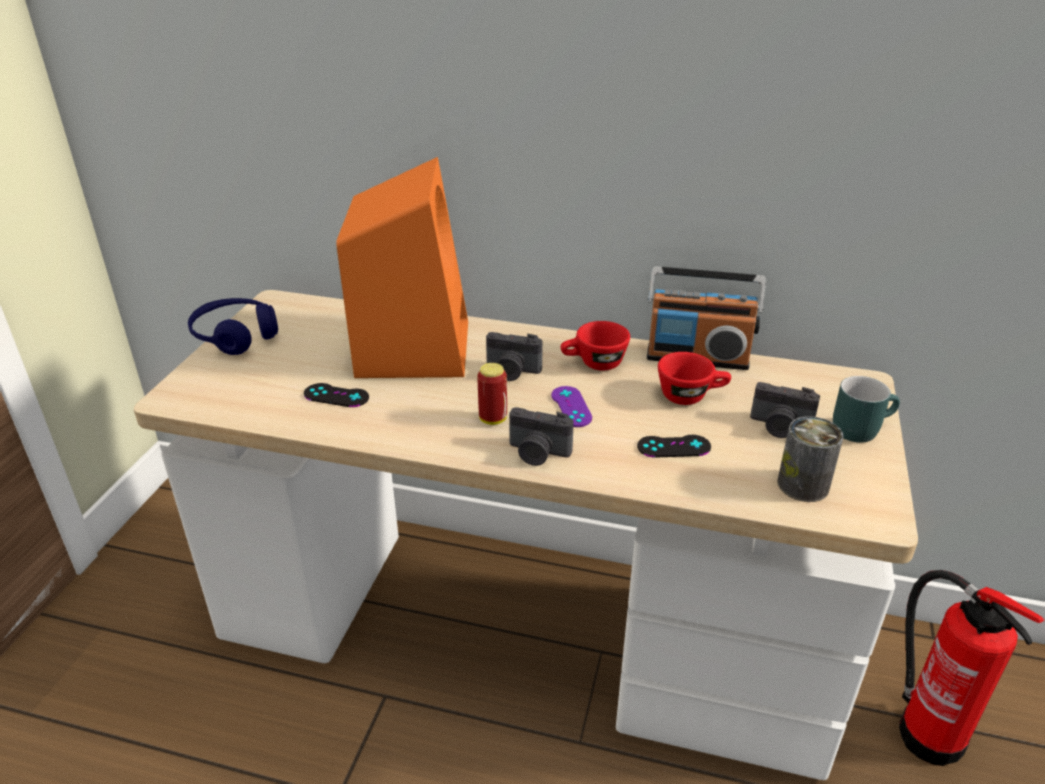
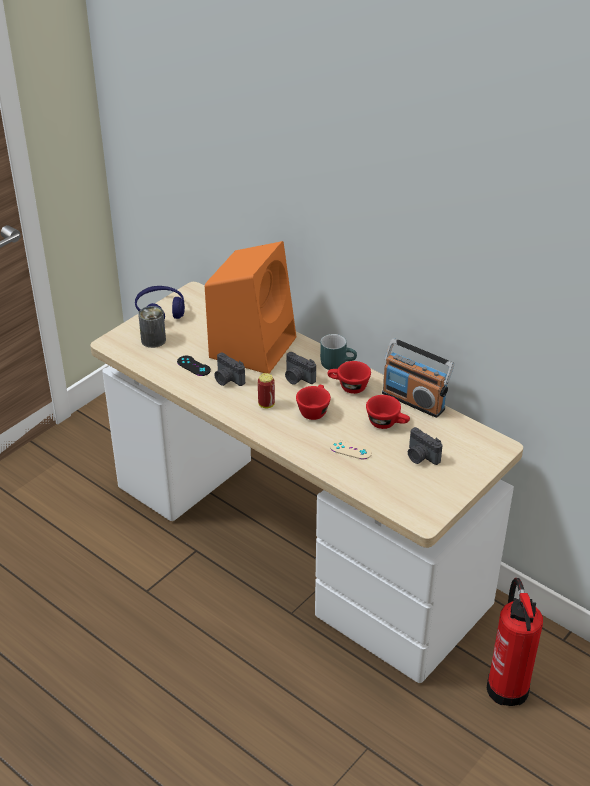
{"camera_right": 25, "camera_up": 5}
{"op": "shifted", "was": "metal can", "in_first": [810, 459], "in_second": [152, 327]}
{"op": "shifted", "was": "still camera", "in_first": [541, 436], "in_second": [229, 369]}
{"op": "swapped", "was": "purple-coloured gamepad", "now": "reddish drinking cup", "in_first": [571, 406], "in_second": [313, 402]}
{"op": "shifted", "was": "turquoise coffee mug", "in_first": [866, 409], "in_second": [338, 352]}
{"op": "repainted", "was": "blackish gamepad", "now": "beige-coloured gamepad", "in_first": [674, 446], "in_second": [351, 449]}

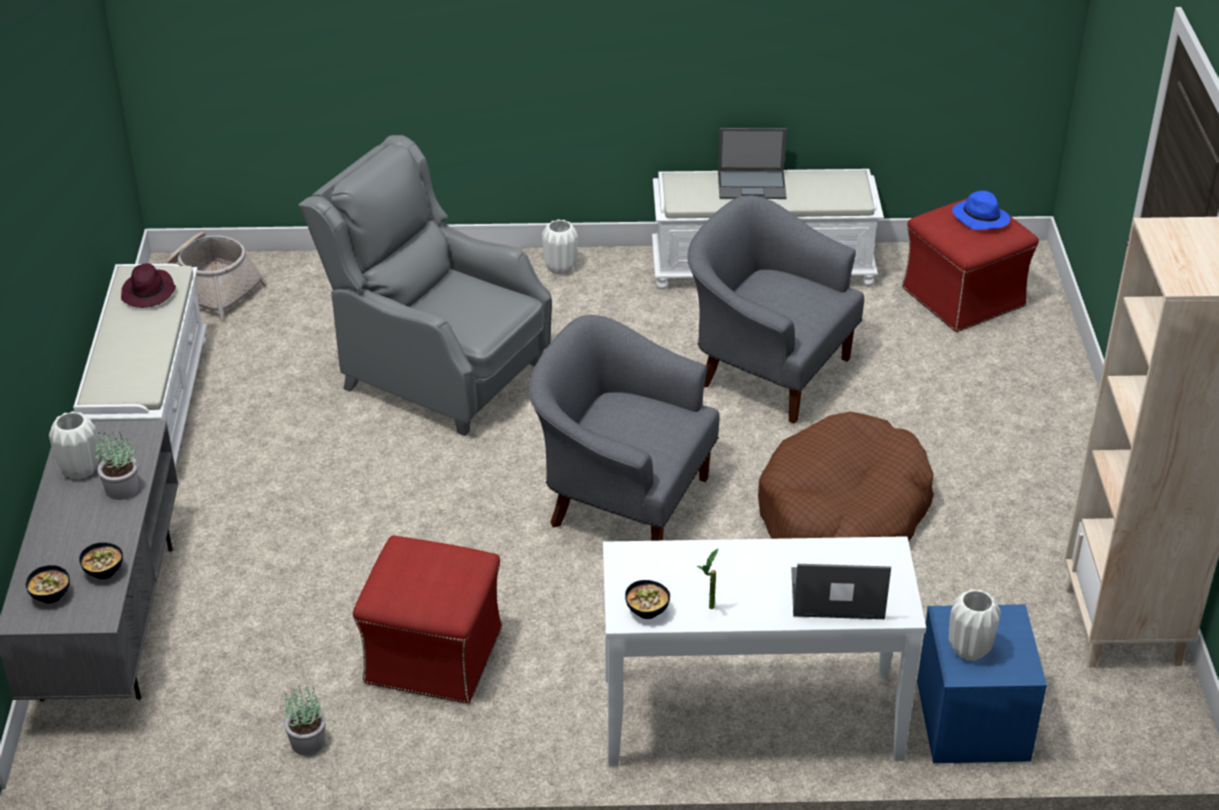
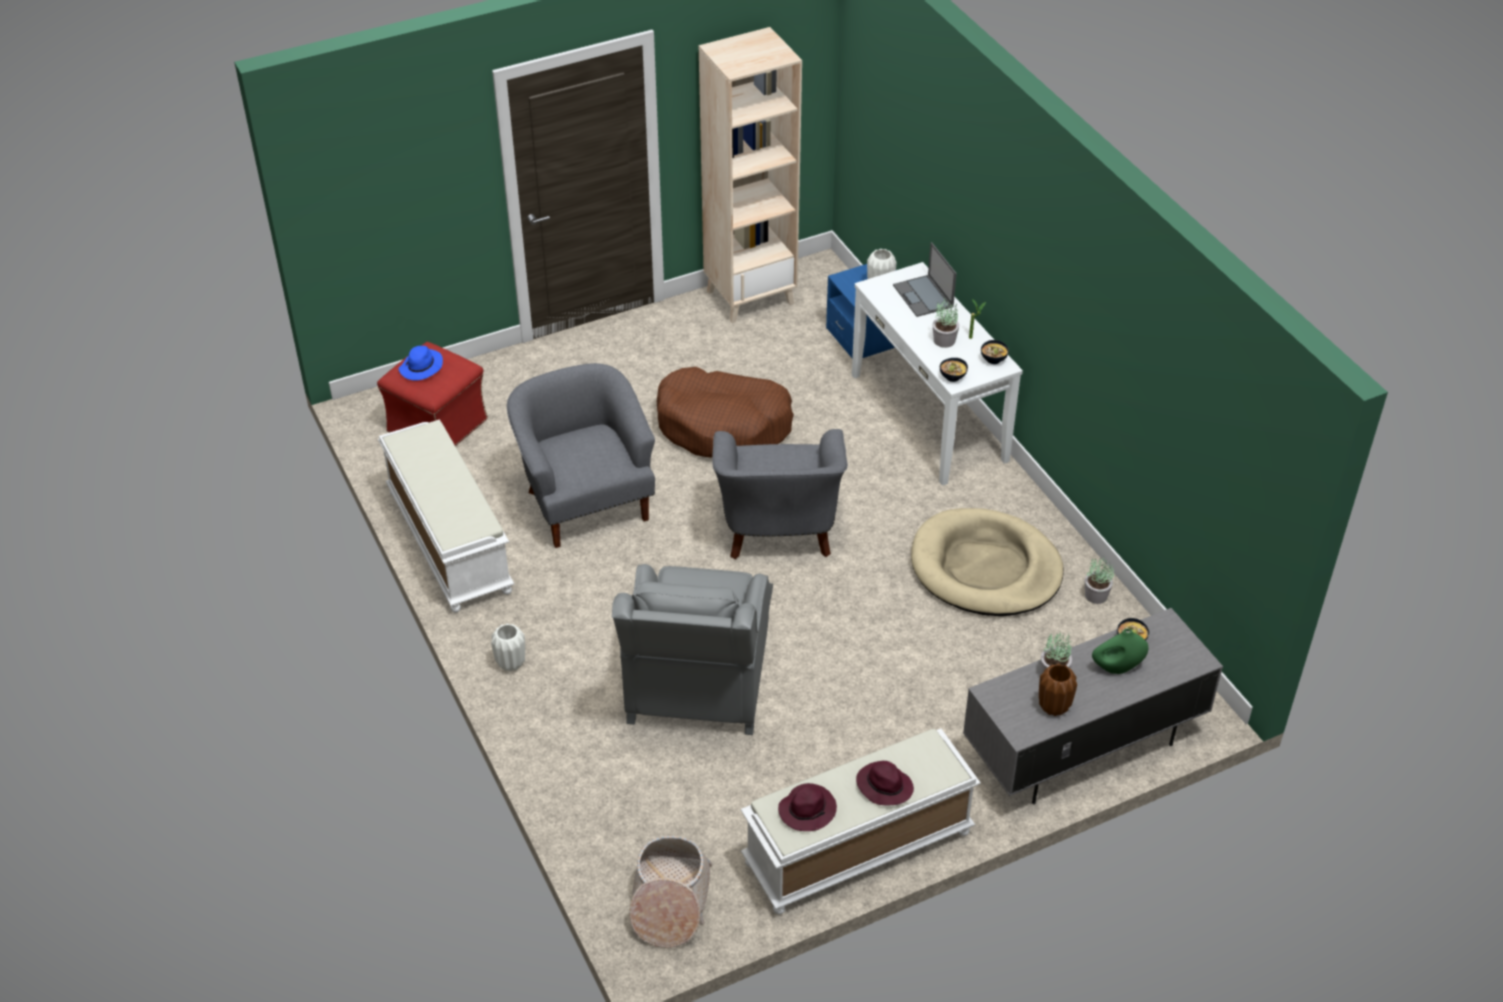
{"camera_right": -115, "camera_up": 5}
{"op": "rotated", "was": "grey lounge chair", "in_first": [775, 309], "in_second": [581, 455], "clockwise": 150}
{"op": "new", "now": "purple-coloured clothing hat", "in_second": [885, 783]}
{"op": "swapped", "was": "reddish footrest", "now": "beige-coloured pet bed", "in_first": [427, 619], "in_second": [987, 562]}
{"op": "new", "now": "potted plant", "in_second": [946, 322]}
{"op": "shifted", "was": "serving bowl", "in_first": [48, 584], "in_second": [954, 370]}
{"op": "repainted", "was": "whitish vase", "now": "brown-coloured vase", "in_first": [74, 445], "in_second": [1058, 690]}
{"op": "new", "now": "greenish vase", "in_second": [1120, 651]}
{"op": "gone", "was": "portable computer", "in_first": [752, 163]}

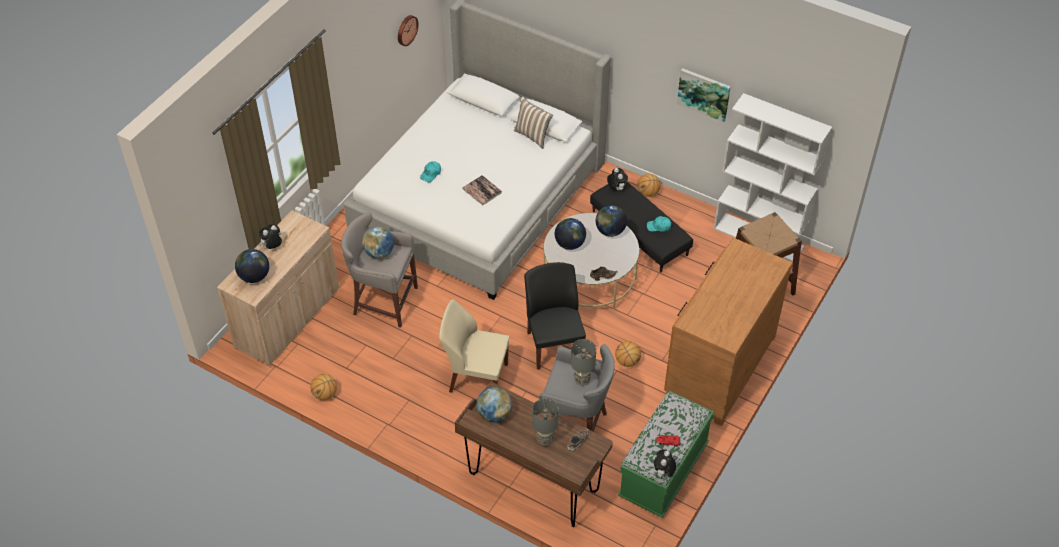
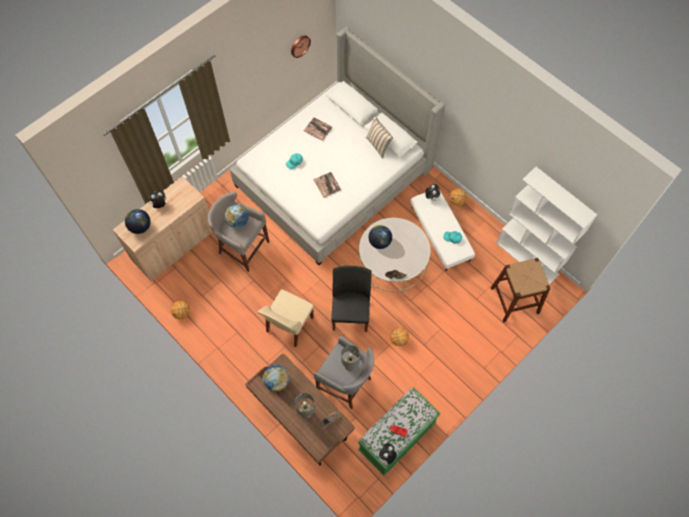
{"camera_right": 15, "camera_up": 15}
{"op": "rotated", "was": "beige-coloured upright chair", "in_first": [474, 346], "in_second": [285, 318], "clockwise": -90}
{"op": "new", "now": "book", "in_second": [318, 129]}
{"op": "repainted", "was": "blackish footrest", "now": "whitish footrest", "in_first": [641, 227], "in_second": [443, 230]}
{"op": "gone", "was": "desk globe", "in_first": [611, 221]}
{"op": "gone", "was": "brown-coloured dresser", "in_first": [728, 332]}
{"op": "gone", "was": "picture", "in_first": [704, 95]}

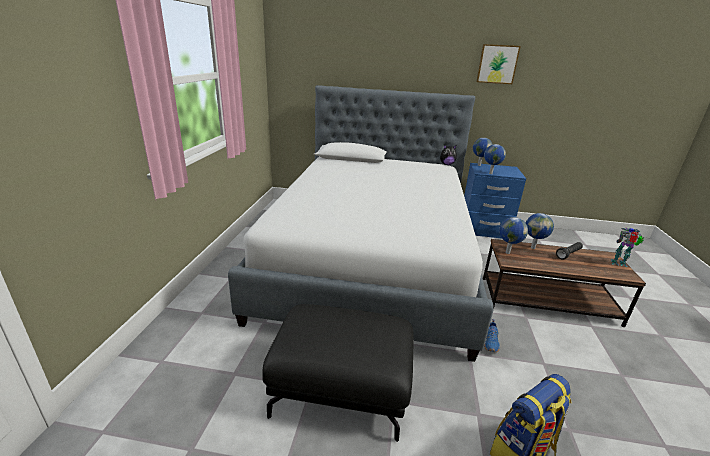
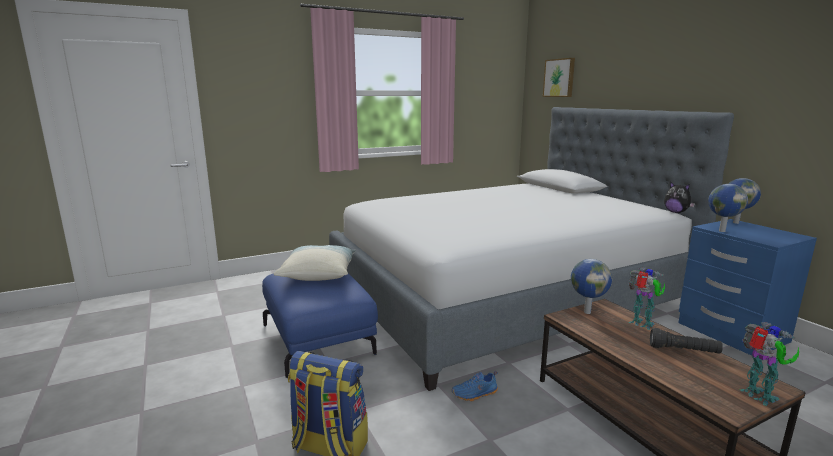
{"camera_right": 55, "camera_up": -10}
{"op": "repainted", "was": "blackish footrest", "now": "blue footrest", "in_first": [338, 373], "in_second": [320, 325]}
{"op": "new", "now": "throw pillow", "in_second": [315, 263]}
{"op": "shifted", "was": "picture", "in_first": [498, 64], "in_second": [559, 77]}
{"op": "swapped", "was": "desk globe", "now": "model robot", "in_first": [540, 231], "in_second": [647, 298]}

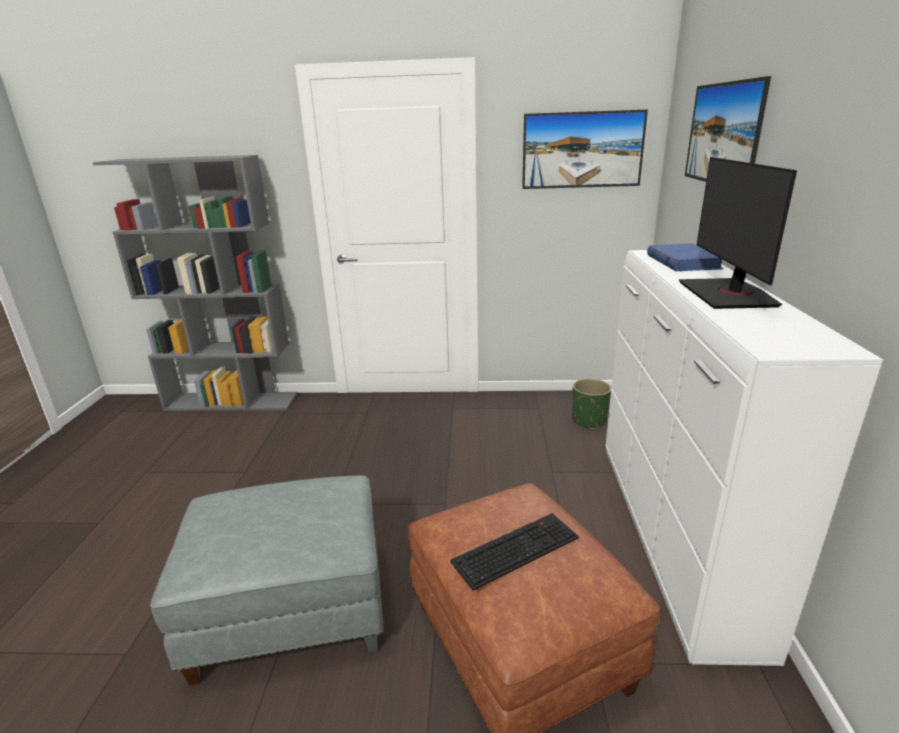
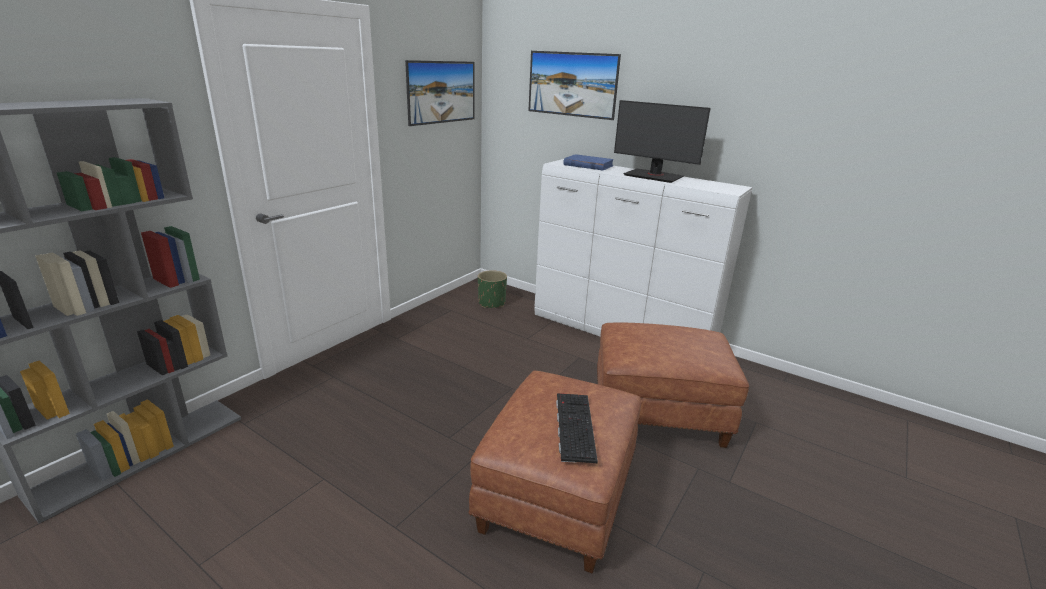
{"camera_right": -60, "camera_up": 0}
{"op": "repainted", "was": "grey footrest", "now": "brown-coloured footrest", "in_first": [267, 580], "in_second": [555, 472]}
{"op": "shifted", "was": "computer keyboard", "in_first": [514, 552], "in_second": [577, 428]}

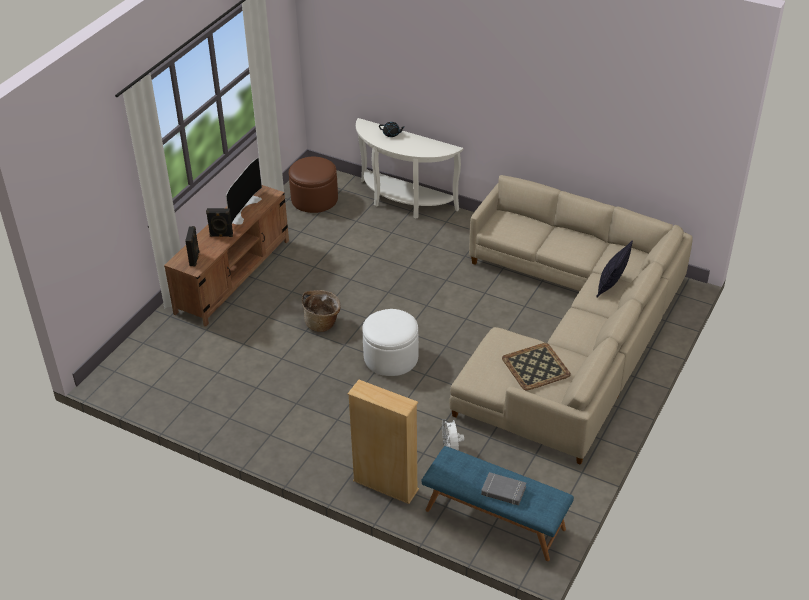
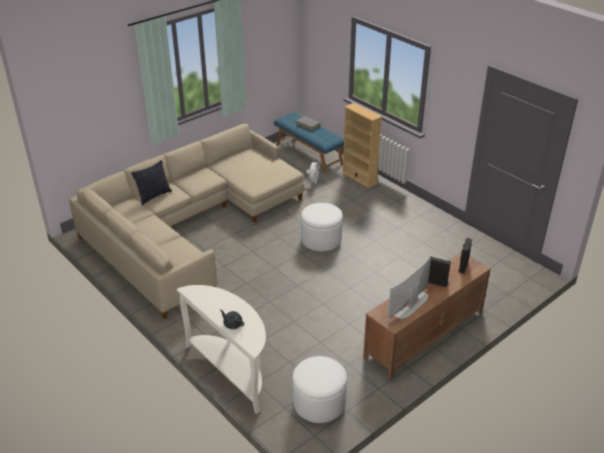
{"camera_right": -160, "camera_up": -5}
{"op": "repainted", "was": "brown-coloured footrest", "now": "whitish footrest", "in_first": [313, 185], "in_second": [320, 389]}
{"op": "gone", "was": "storage basket", "in_first": [321, 311]}
{"op": "gone", "was": "carrying tray", "in_first": [536, 367]}

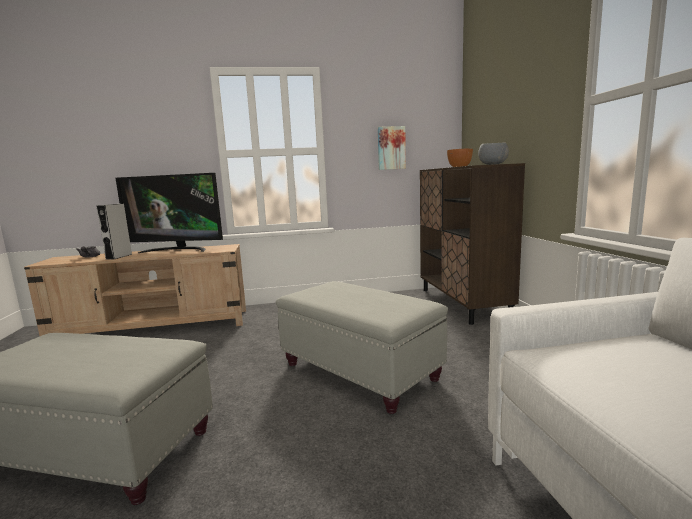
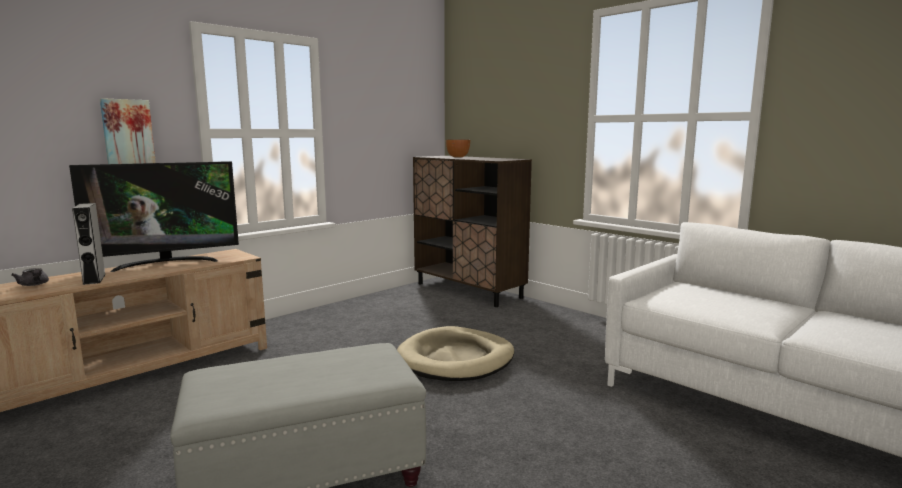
{"camera_right": -35, "camera_up": 0}
{"op": "shifted", "was": "picture", "in_first": [392, 148], "in_second": [128, 131]}
{"op": "swapped", "was": "grey footrest", "now": "beige-coloured pet bed", "in_first": [362, 347], "in_second": [455, 353]}
{"op": "gone", "was": "grey serving bowl", "in_first": [493, 154]}

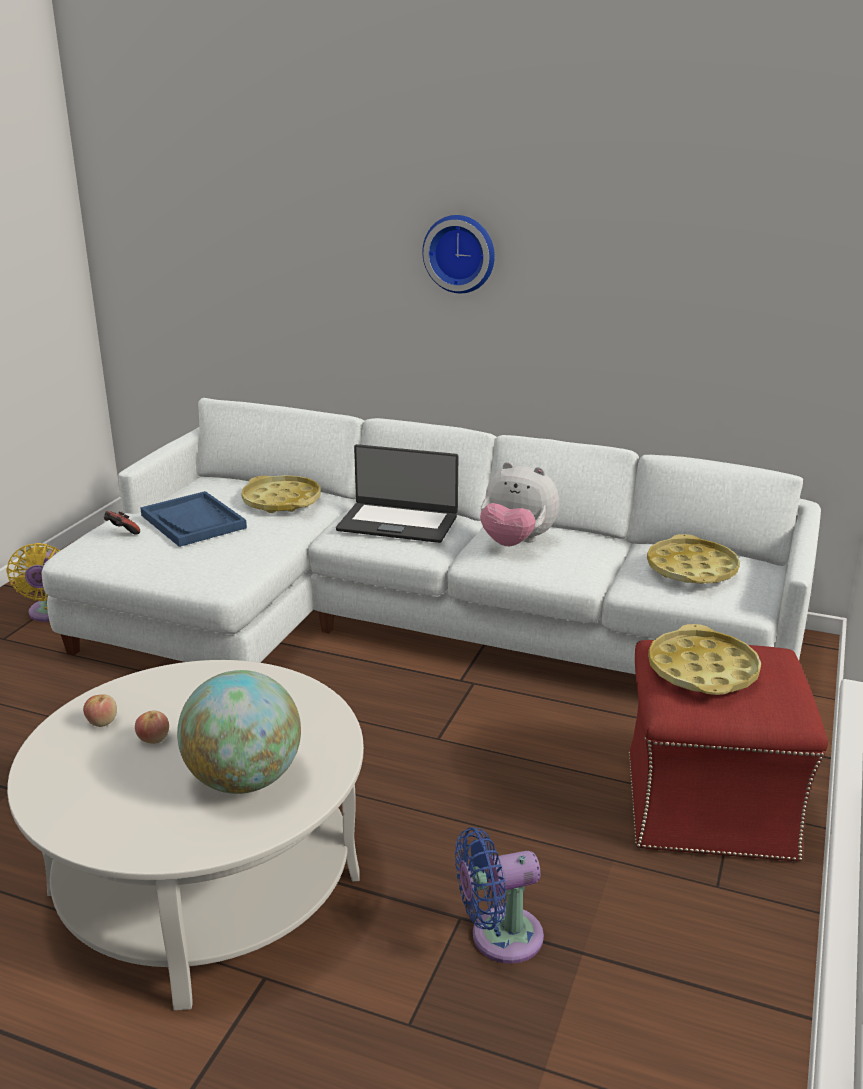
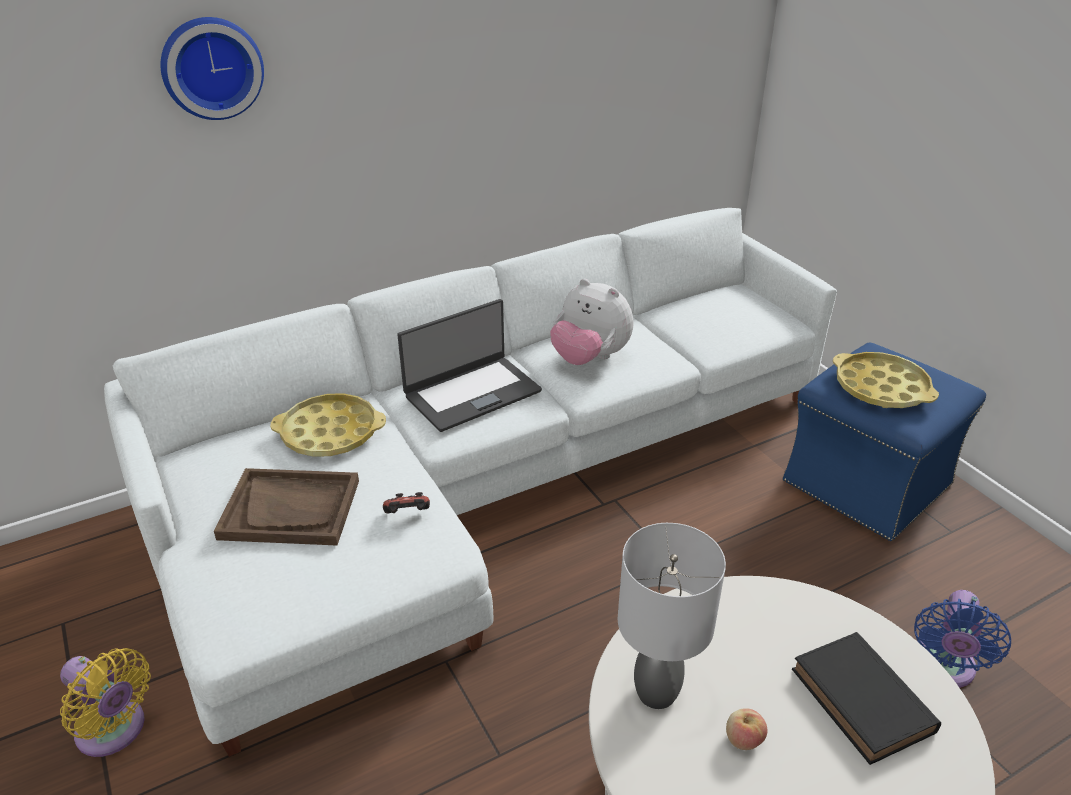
{"camera_right": -50, "camera_up": 10}
{"op": "shifted", "was": "clock on the wall", "in_first": [458, 254], "in_second": [212, 68]}
{"op": "repainted", "was": "blue carrying tray", "now": "brown-coloured carrying tray", "in_first": [193, 519], "in_second": [286, 506]}
{"op": "shifted", "was": "gamepad", "in_first": [122, 523], "in_second": [406, 502]}
{"op": "rotated", "was": "cuddly toy", "in_first": [519, 504], "in_second": [591, 322], "clockwise": 60}
{"op": "new", "now": "grey tabletop lamp", "in_second": [672, 616]}
{"op": "repainted", "was": "reddish footrest", "now": "blue footrest", "in_first": [728, 751], "in_second": [884, 441]}
{"op": "swapped", "was": "desk globe", "now": "blackish book", "in_first": [239, 732], "in_second": [866, 698]}
{"op": "gone", "was": "whole apple", "in_first": [100, 710]}
{"op": "gone", "was": "yellowish carrying tray", "in_first": [693, 559]}

